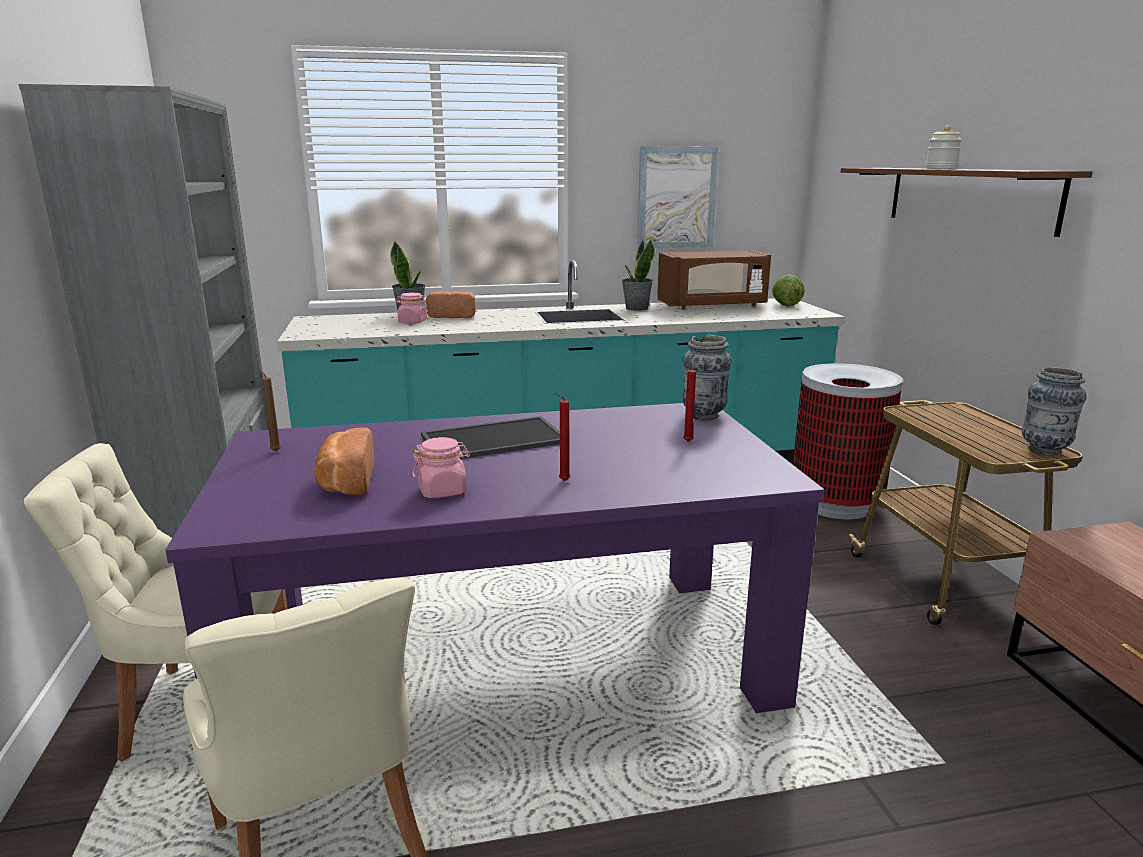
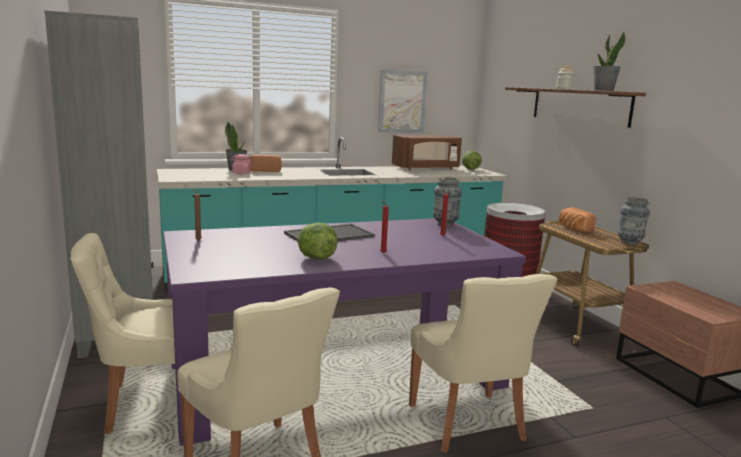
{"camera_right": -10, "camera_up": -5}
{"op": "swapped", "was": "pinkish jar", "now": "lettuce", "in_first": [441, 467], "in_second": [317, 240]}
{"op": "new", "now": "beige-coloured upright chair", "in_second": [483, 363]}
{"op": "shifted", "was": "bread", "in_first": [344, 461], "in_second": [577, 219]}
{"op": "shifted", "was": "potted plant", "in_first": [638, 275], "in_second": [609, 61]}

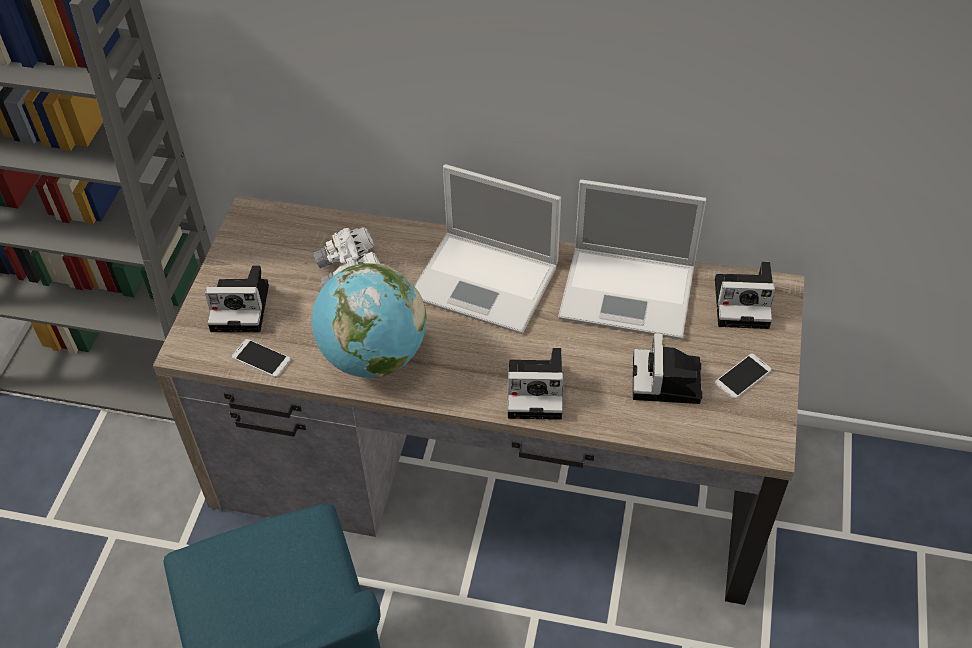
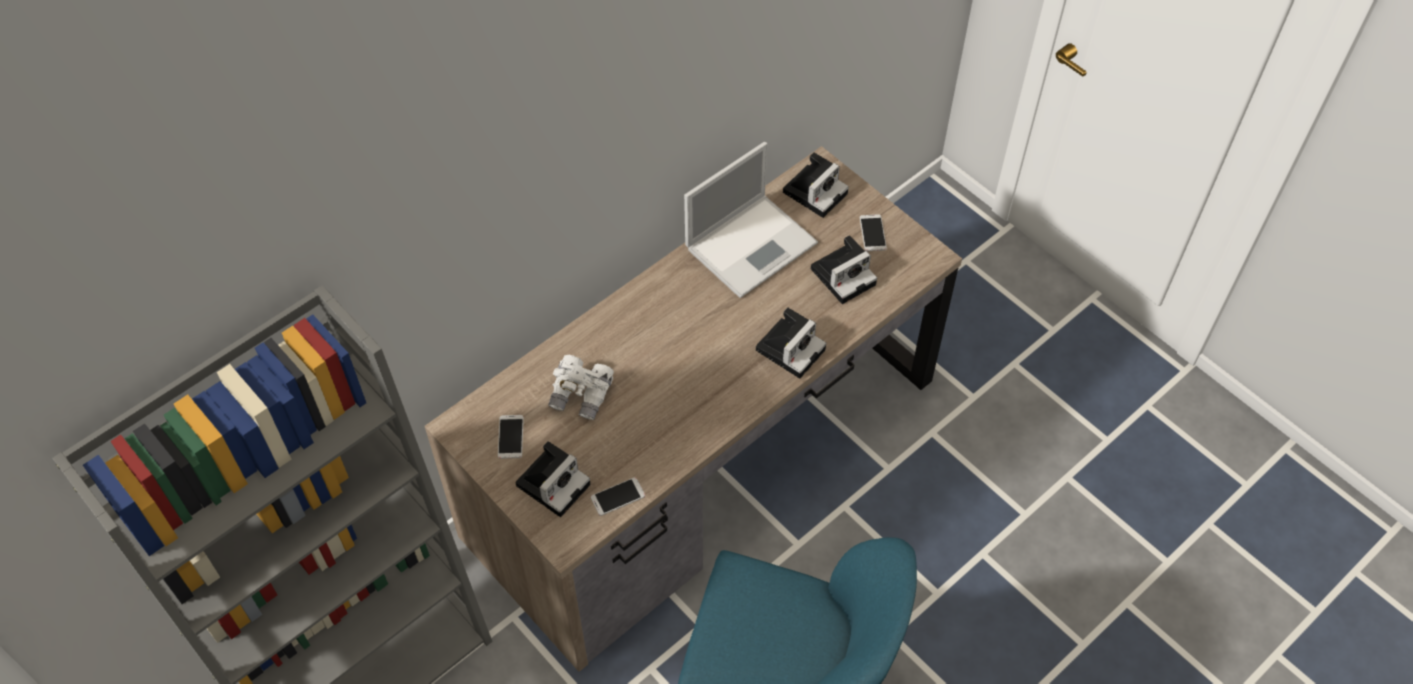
{"camera_right": -55, "camera_up": 5}
{"op": "new", "now": "handset", "in_second": [511, 437]}
{"op": "rotated", "was": "still camera", "in_first": [667, 368], "in_second": [844, 269], "clockwise": -75}
{"op": "gone", "was": "desk globe", "in_first": [369, 320]}
{"op": "gone", "was": "portable computer", "in_first": [488, 249]}

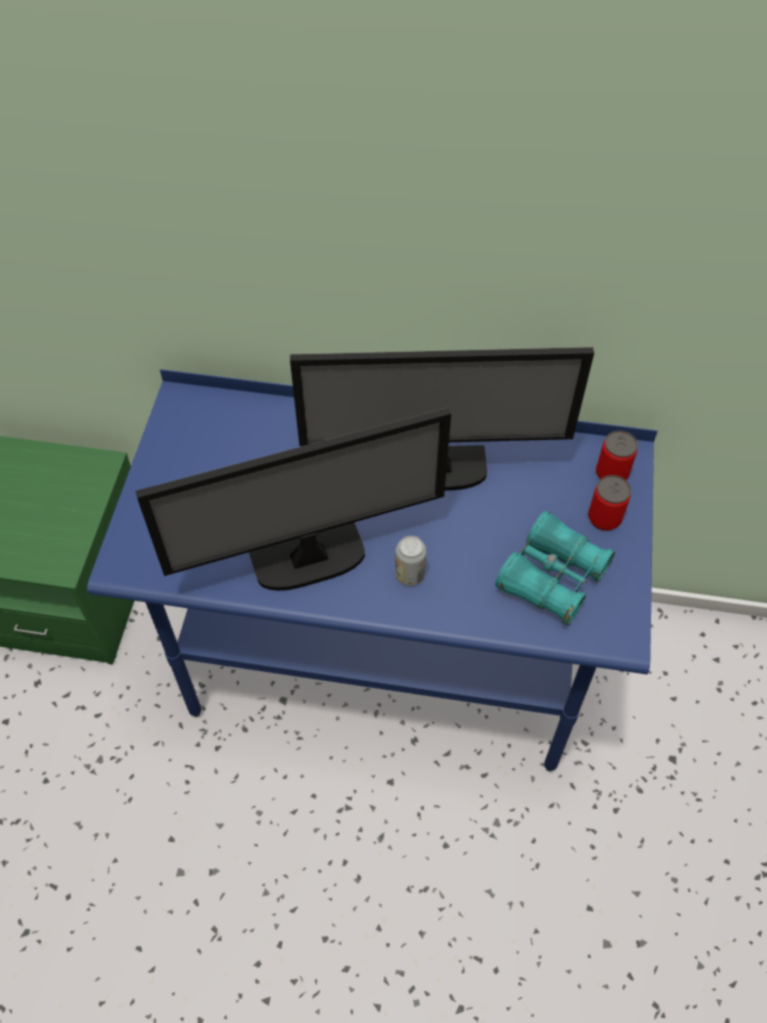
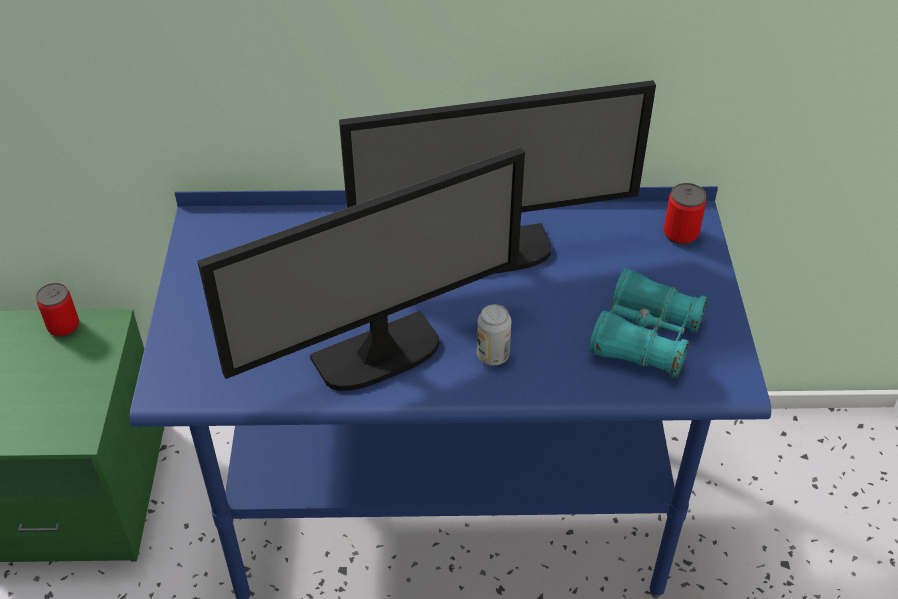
{"camera_right": -10, "camera_up": -10}
{"op": "shifted", "was": "metal can", "in_first": [609, 503], "in_second": [57, 310]}

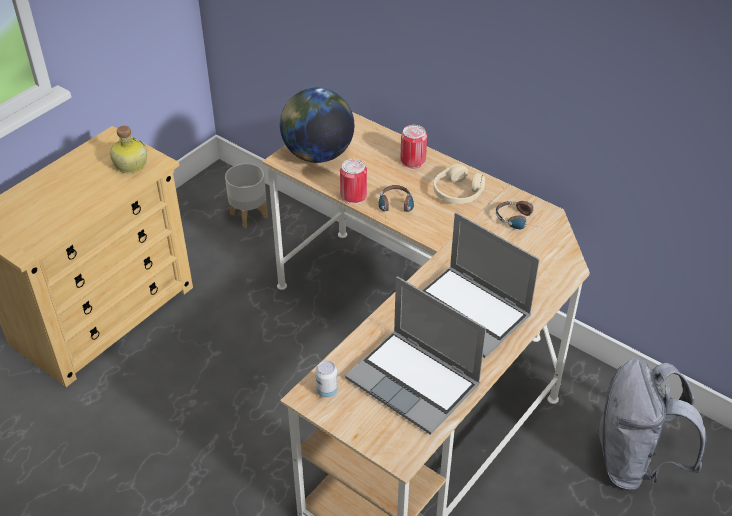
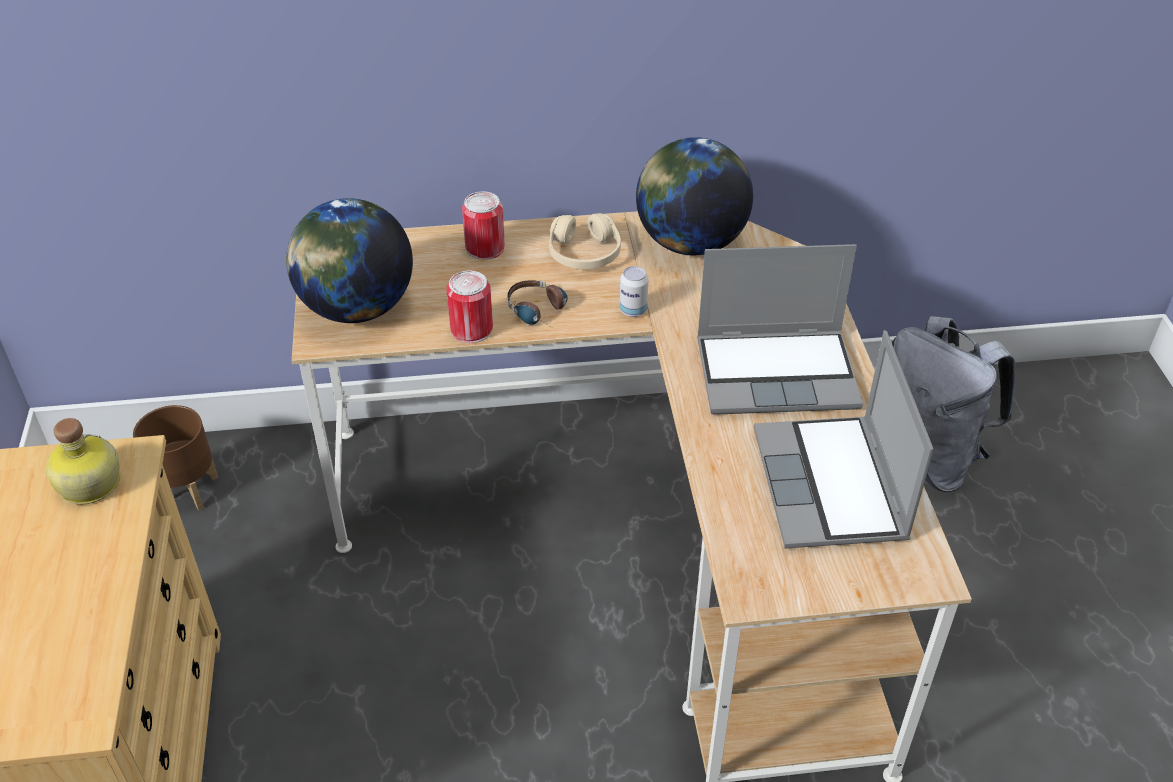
{"camera_right": -45, "camera_up": 0}
{"op": "repainted", "was": "grey plant pot", "now": "brown-coloured plant pot", "in_first": [246, 195], "in_second": [175, 458]}
{"op": "shifted", "was": "metal can", "in_first": [326, 379], "in_second": [634, 291]}
{"op": "swapped", "was": "headset", "now": "desk globe", "in_first": [516, 214], "in_second": [694, 196]}
{"op": "rotated", "was": "portable computer", "in_first": [415, 355], "in_second": [844, 439], "clockwise": 90}

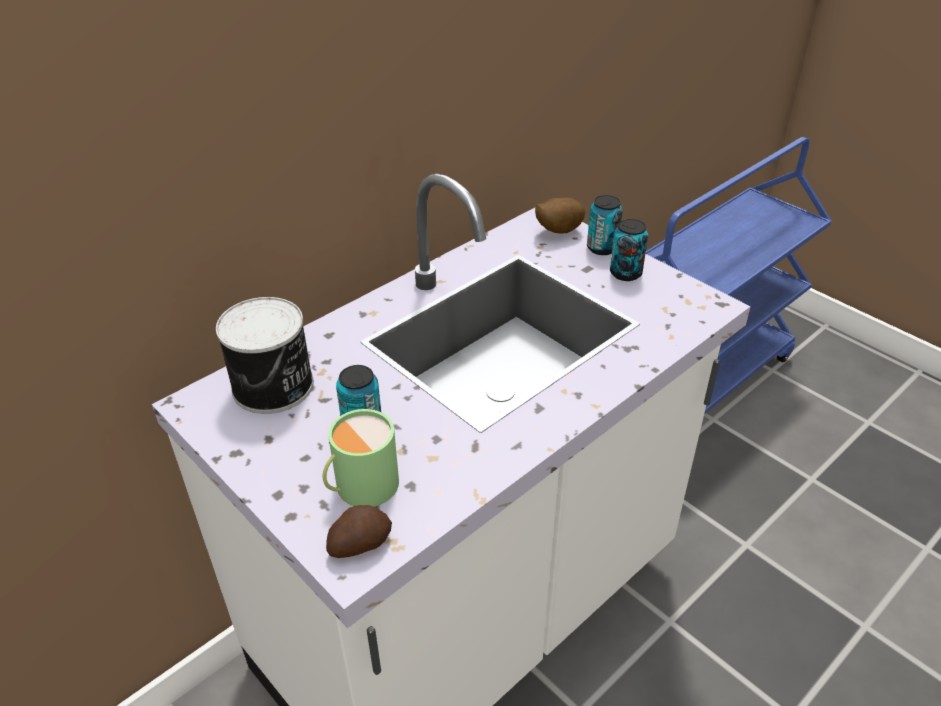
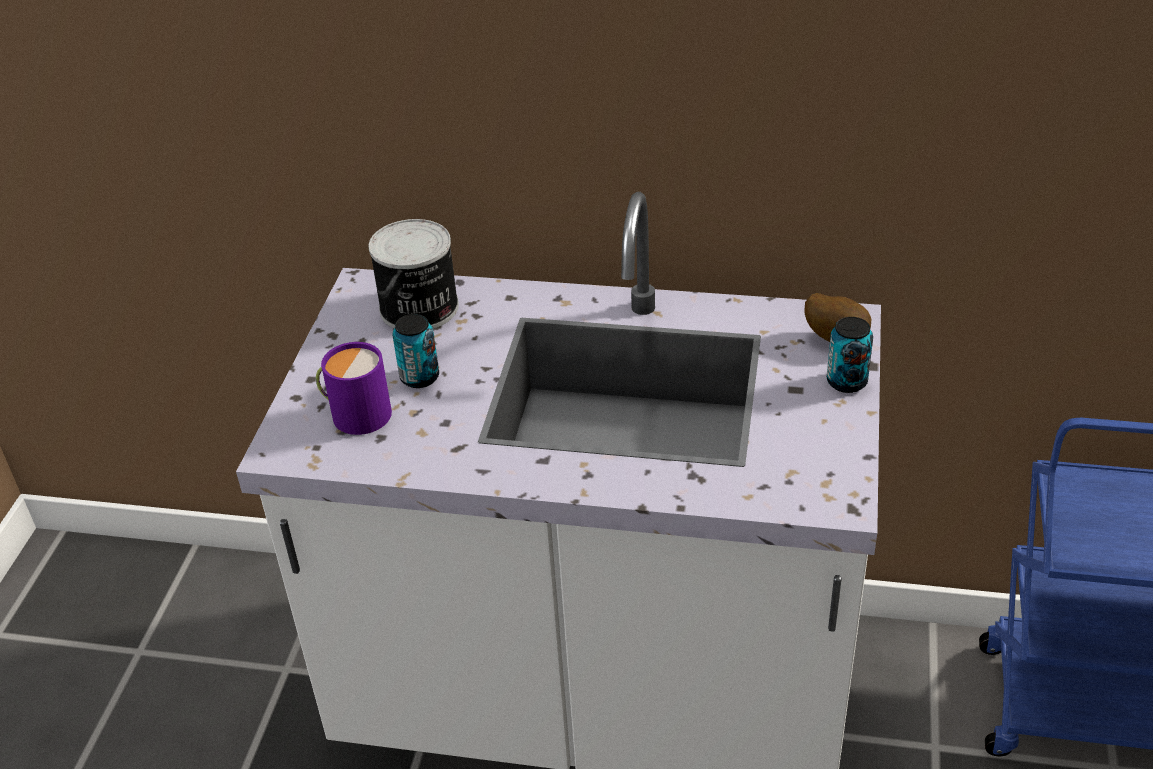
{"camera_right": 55, "camera_up": 0}
{"op": "repainted", "was": "greenish coffee mug", "now": "purple-coloured coffee mug", "in_first": [361, 458], "in_second": [354, 388]}
{"op": "gone", "was": "potato", "in_first": [359, 531]}
{"op": "gone", "was": "metal can", "in_first": [629, 250]}

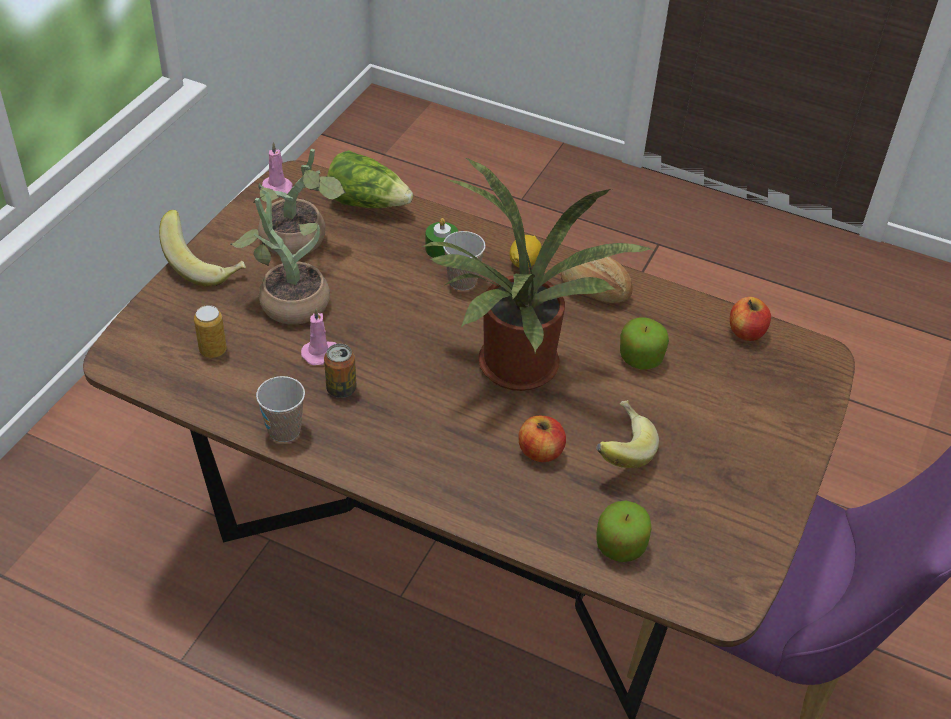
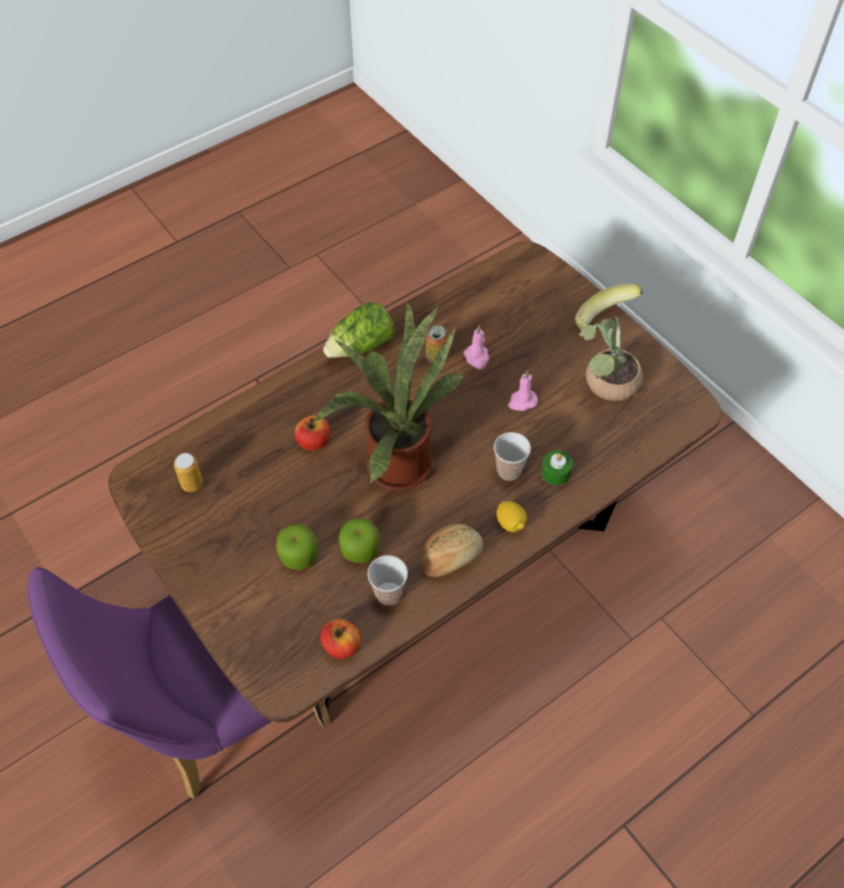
{"camera_right": 120, "camera_up": 10}
{"op": "shifted", "was": "metal can", "in_first": [210, 331], "in_second": [188, 472]}
{"op": "shifted", "was": "whole apple", "in_first": [623, 531], "in_second": [296, 547]}
{"op": "shifted", "was": "lettuce", "in_first": [370, 179], "in_second": [359, 330]}
{"op": "shifted", "was": "drinking cup", "in_first": [280, 409], "in_second": [387, 580]}
{"op": "shifted", "was": "pinkish wax light", "in_first": [277, 168], "in_second": [523, 390]}
{"op": "gone", "was": "potted plant", "in_first": [280, 257]}
{"op": "gone", "was": "banana", "in_first": [627, 434]}

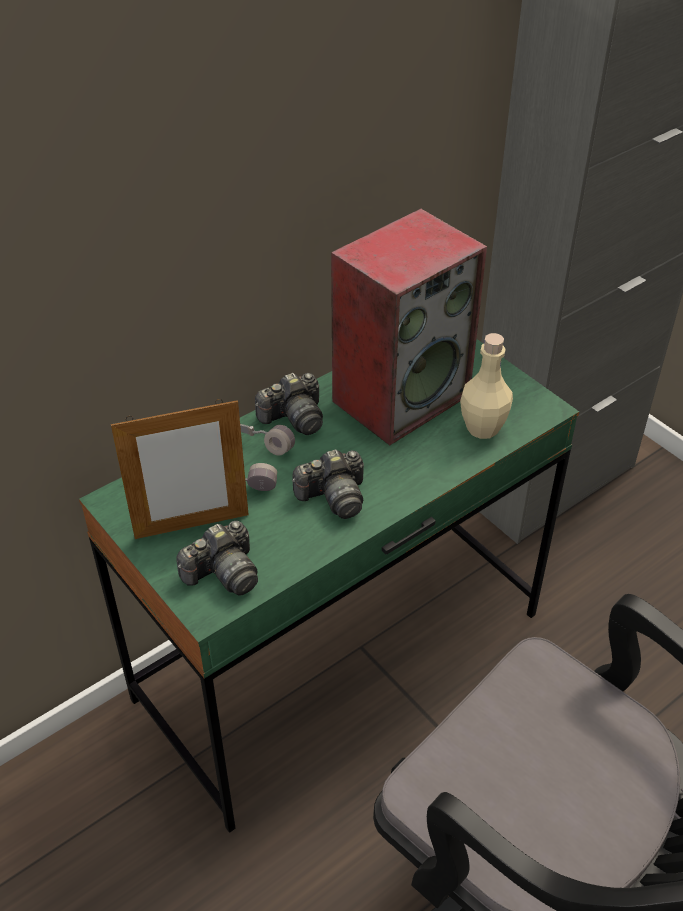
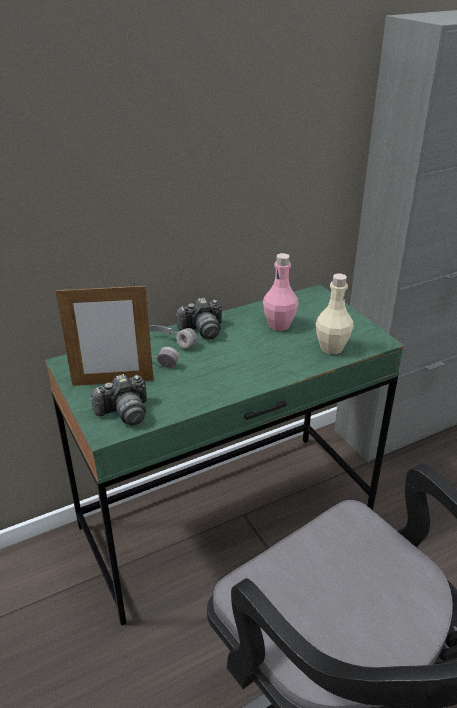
{"camera_right": 10, "camera_up": -10}
{"op": "swapped", "was": "speaker", "now": "pinkish beverage bottle", "in_first": [409, 327], "in_second": [280, 292]}
{"op": "gone", "was": "still camera", "in_first": [328, 484]}

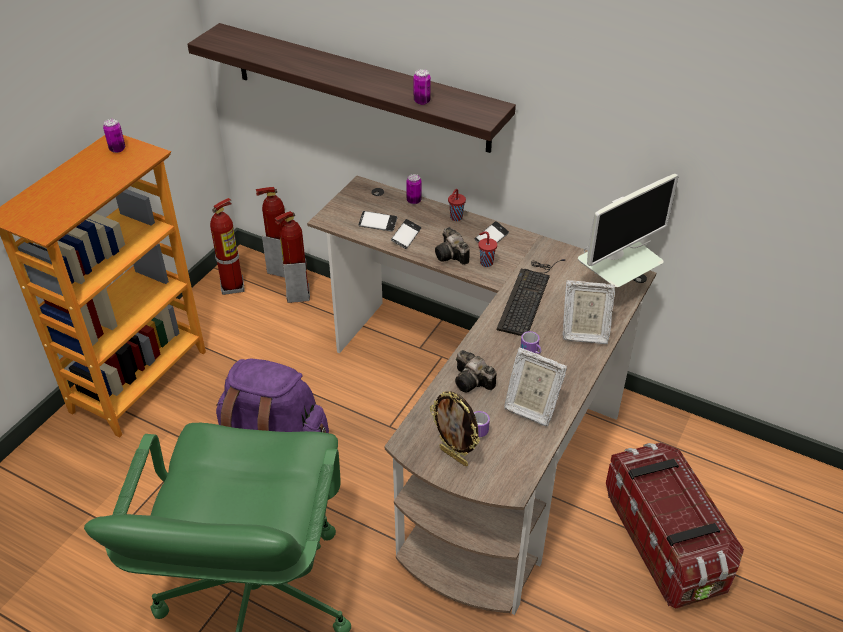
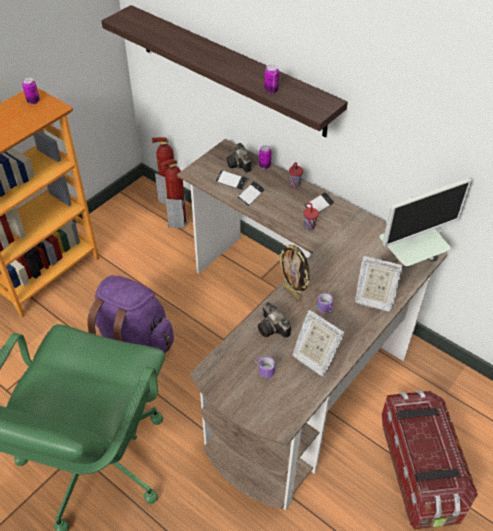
{"camera_right": 10, "camera_up": 5}
{"op": "shifted", "was": "still camera", "in_first": [452, 246], "in_second": [239, 157]}
{"op": "shifted", "was": "photo frame", "in_first": [455, 428], "in_second": [294, 272]}
{"op": "gone", "was": "fire extinguisher", "in_first": [227, 246]}
{"op": "gone", "was": "computer keyboard", "in_first": [531, 297]}

